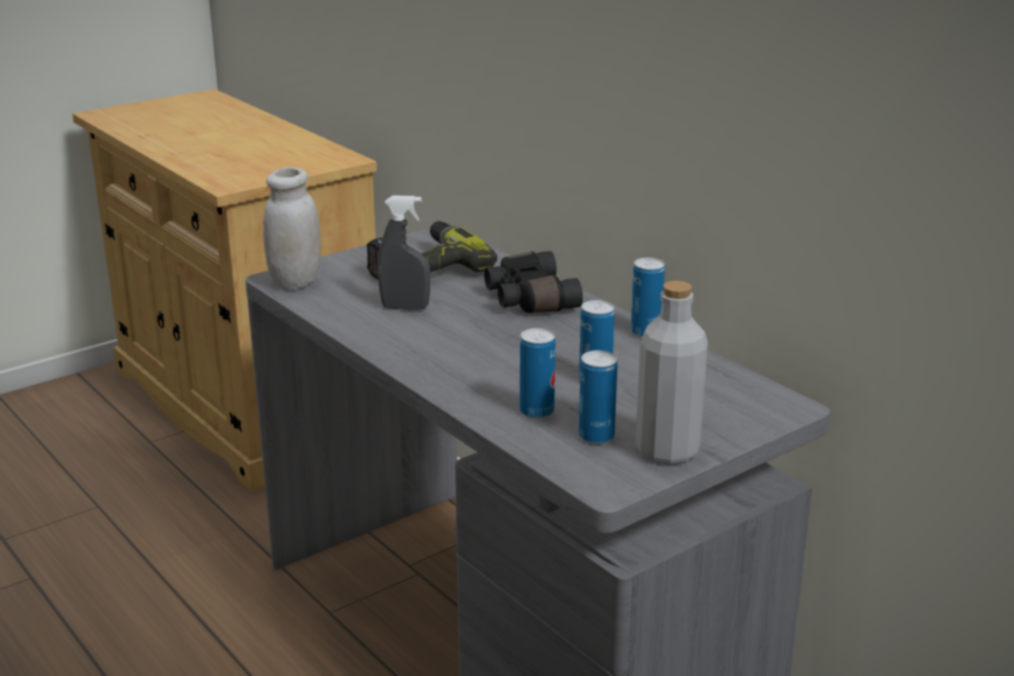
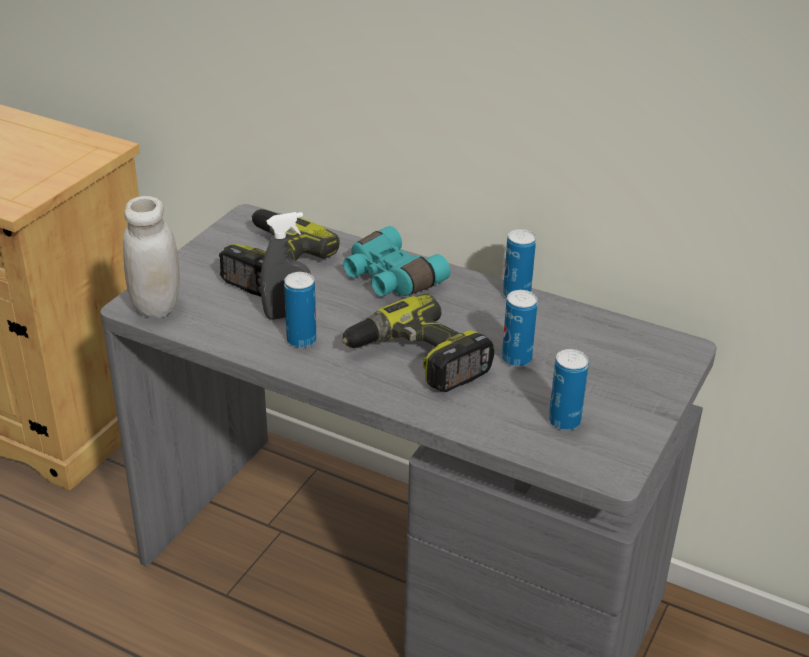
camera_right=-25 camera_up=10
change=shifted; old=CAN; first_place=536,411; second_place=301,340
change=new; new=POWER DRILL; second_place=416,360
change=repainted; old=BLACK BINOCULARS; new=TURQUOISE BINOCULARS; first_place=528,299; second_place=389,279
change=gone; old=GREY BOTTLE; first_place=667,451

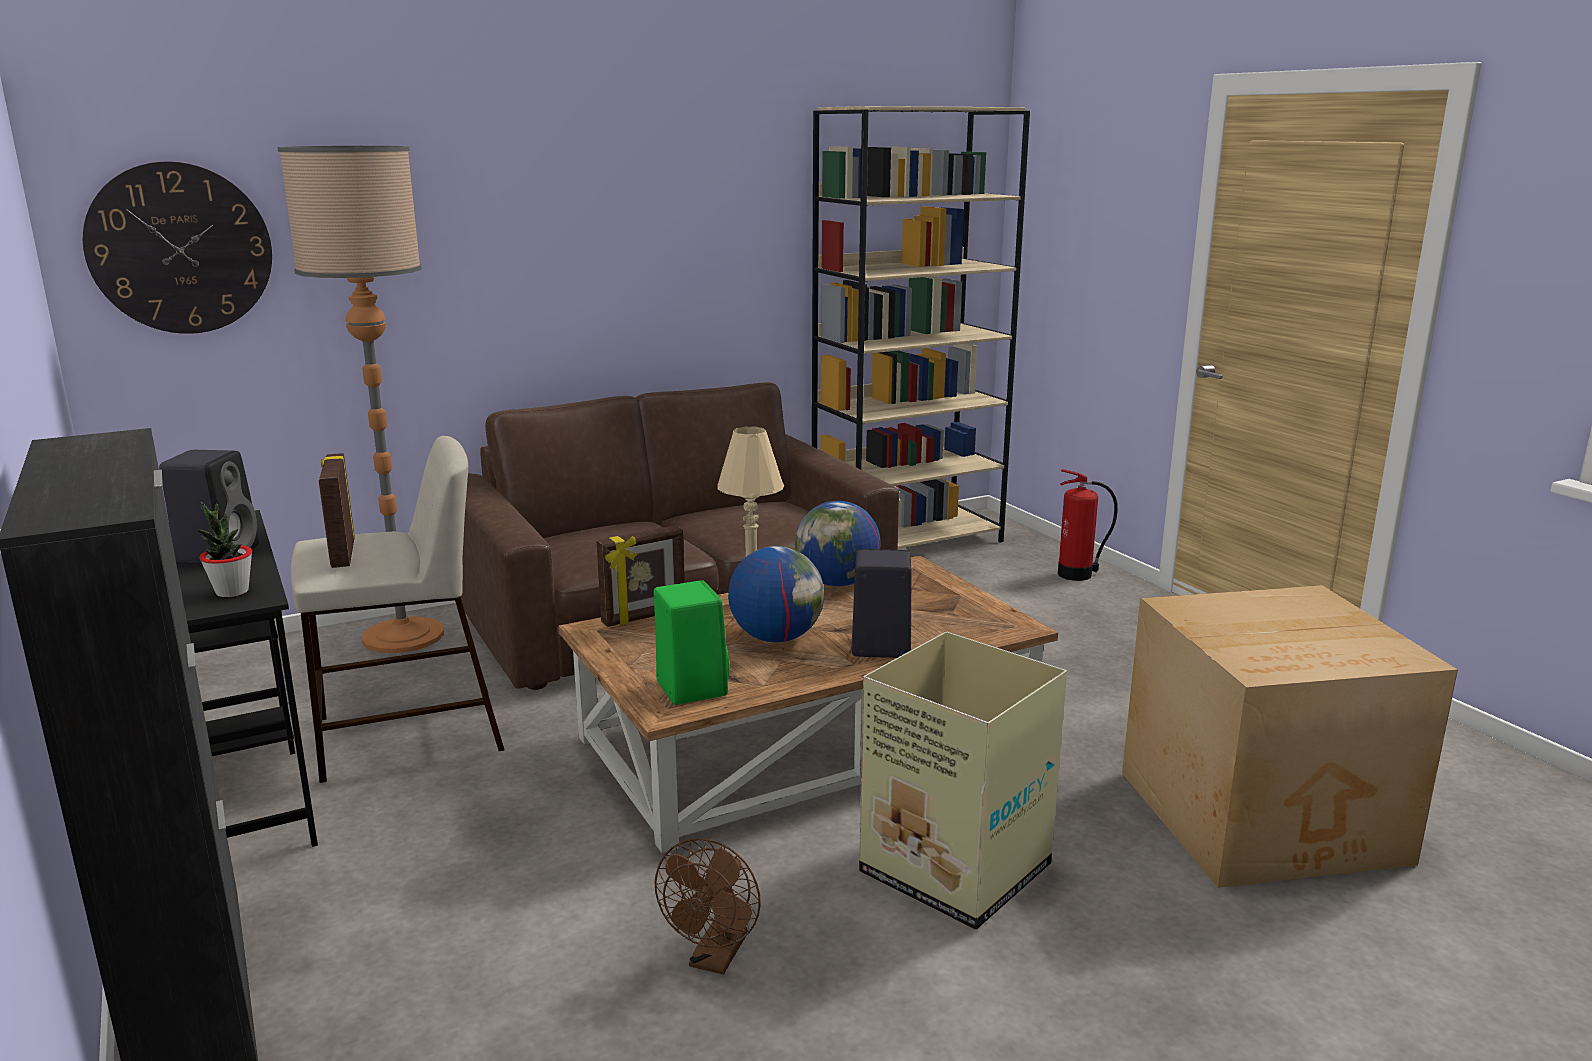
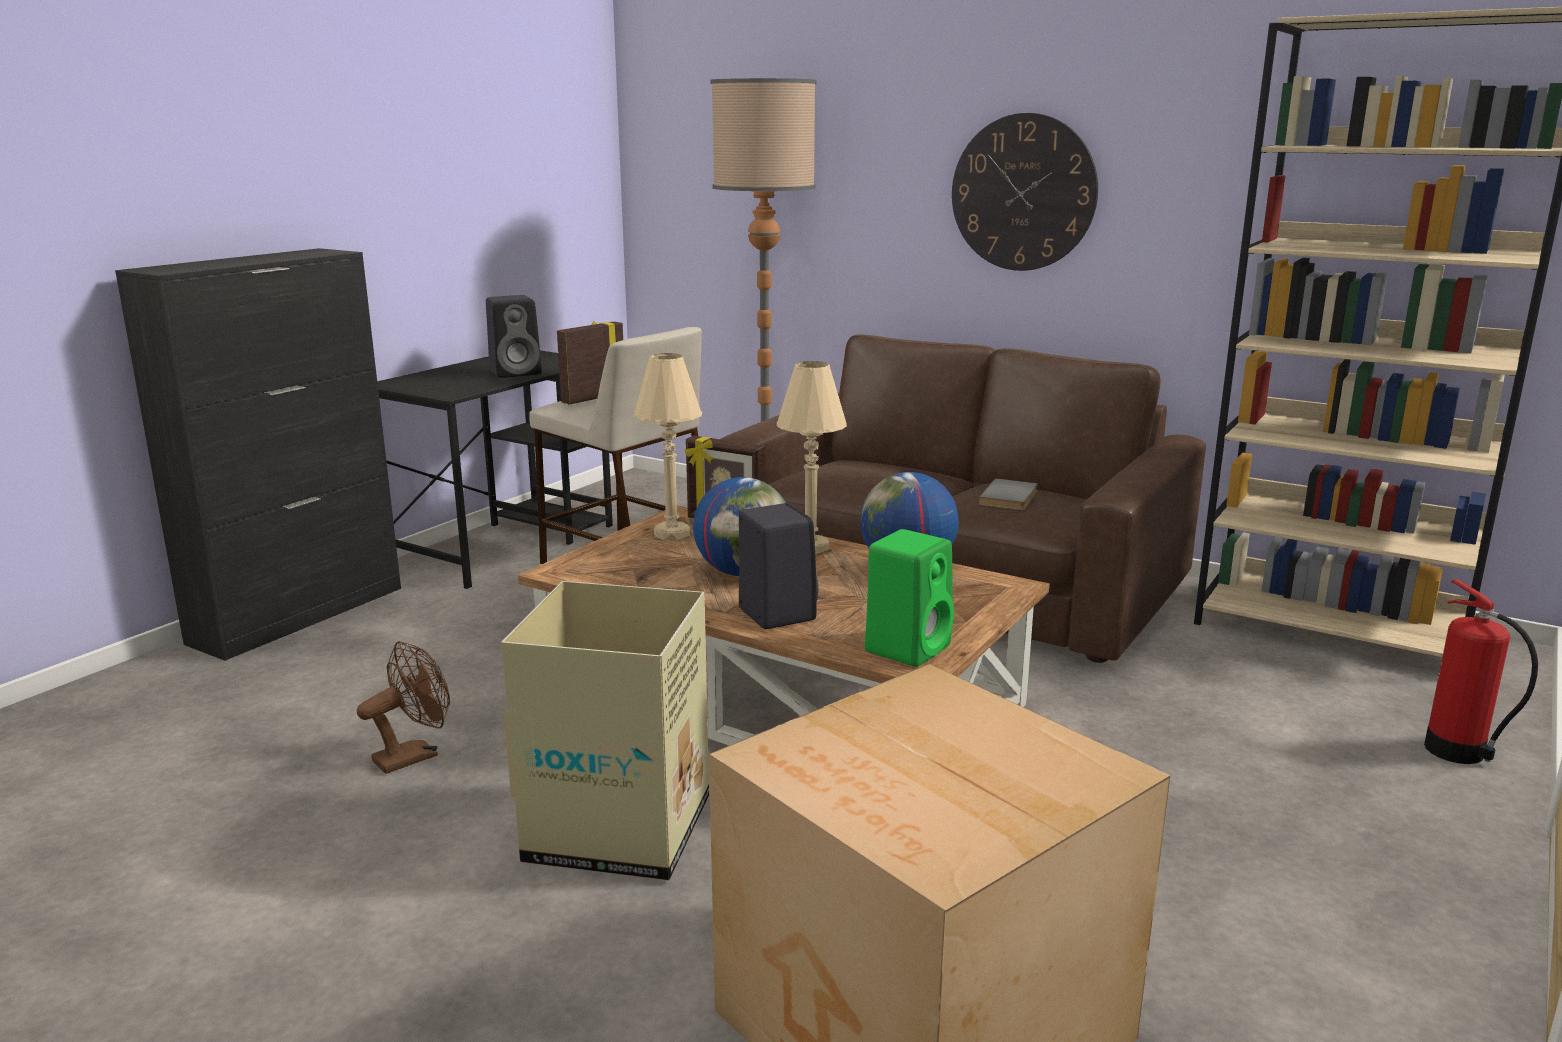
camera_right=60 camera_up=0
change=rotated; old=BROWN FAN; first_place=715,959; second_place=414,755; degrees=150
change=new; new=BEIGE TABLE LAMP; second_place=672,534
change=shifted; old=GREEN SPEAKER; first_place=690,687; second_place=908,647
change=shifted; old=WALL CLOCK; first_place=180,249; second_place=1023,193
change=new; new=GREY BOOK; second_place=1011,498
change=gone; old=POTTED PLANT; first_place=232,592

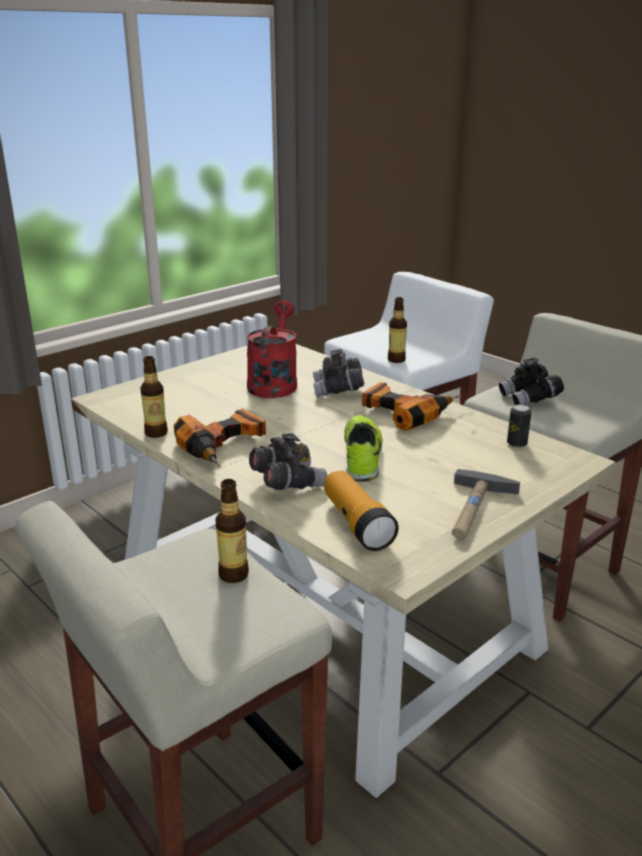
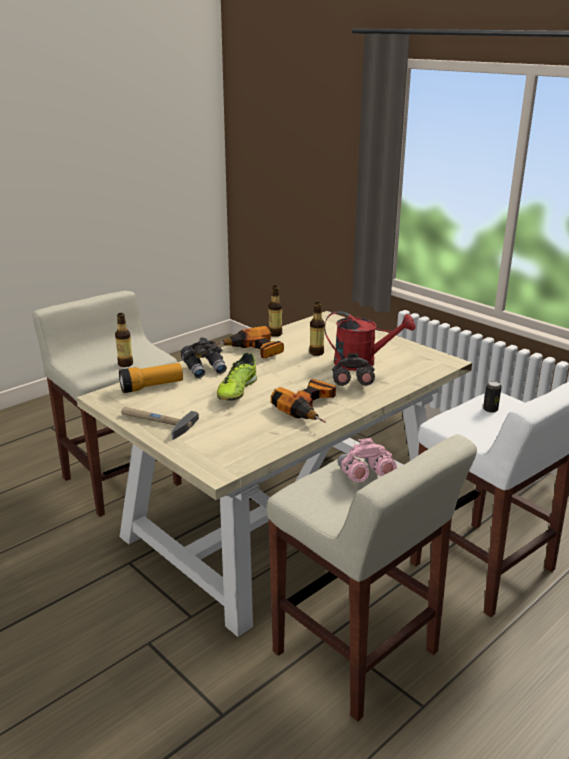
camera_right=90 camera_up=0
change=rotated; old=SHOE; first_place=362,456; second_place=237,390; degrees=105
change=shifted; old=BOTTLE; first_place=396,360; second_place=316,353
change=repainted; old=BLACK BINOCULARS; new=PINK BINOCULARS; first_place=529,399; second_place=364,476
change=shifted; old=CAN; first_place=517,443; second_place=490,409

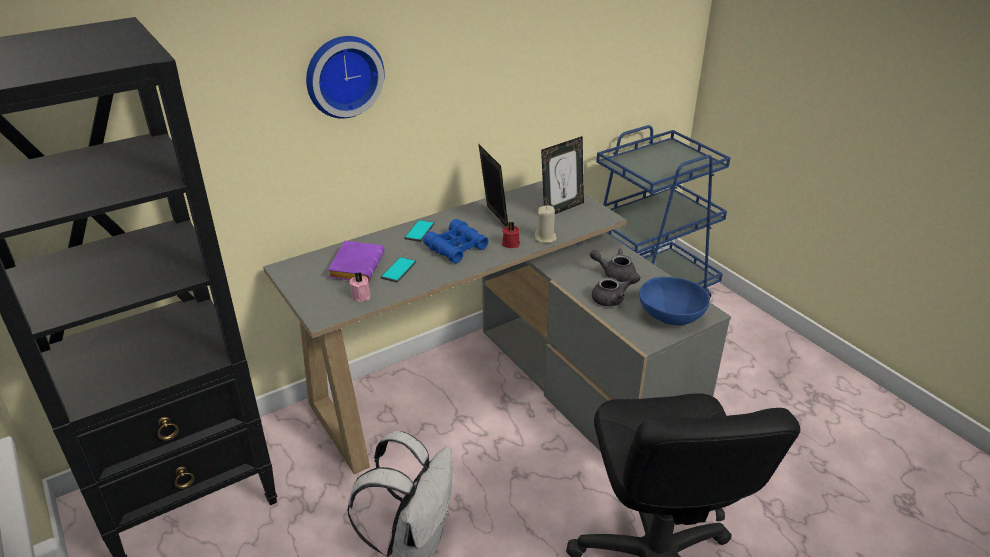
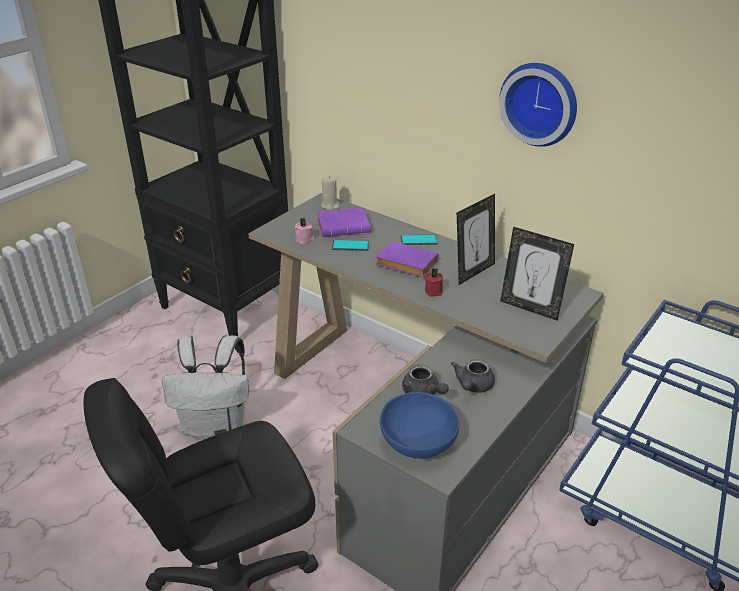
camera_right=70 camera_up=0
change=shifted; old=BEIGE CANDLE; first_place=545,238; second_place=330,205
change=swapped; old=BLUE BINOCULARS; new=PURPLE BOOK; first_place=456,248; second_place=404,264
change=rotated; old=GREY TEAPOT; first_place=614,274; second_place=472,386; degrees=-150
change=shifted; old=WALL CLOCK; first_place=343,75; second_place=540,103

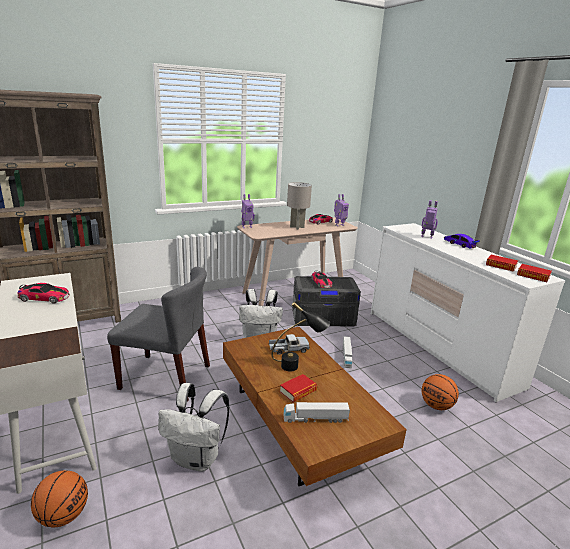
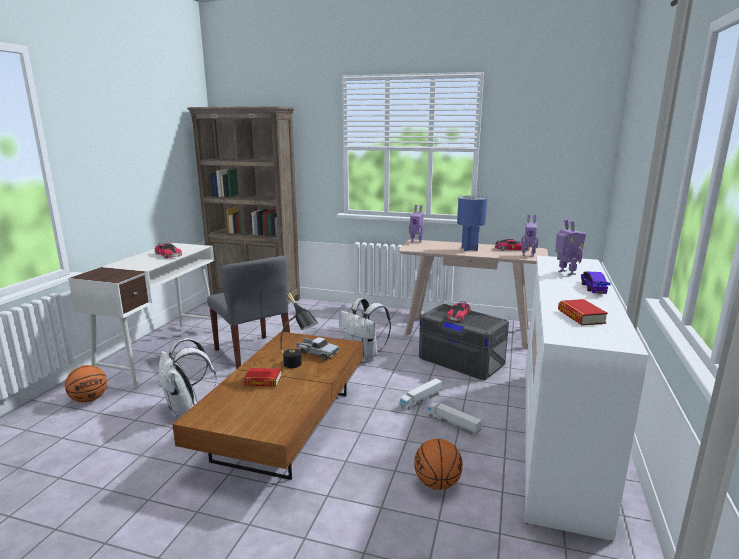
camera_right=45 camera_up=-5
change=shifted; old=TOY TRUCK; first_place=315,419; second_place=453,424
change=repainted; old=GREY TABLE LAMP; new=BLUE TABLE LAMP; first_place=296,227; second_place=469,249
change=gone; old=BOOK; first_place=533,276

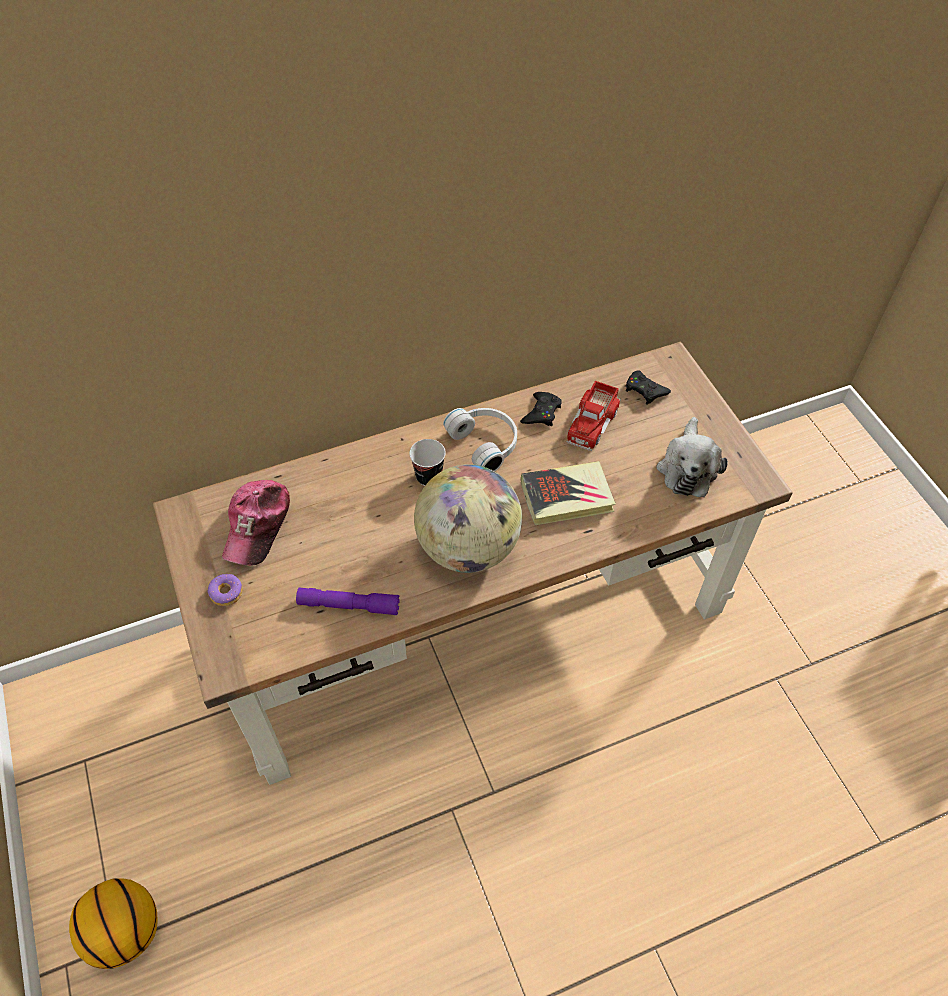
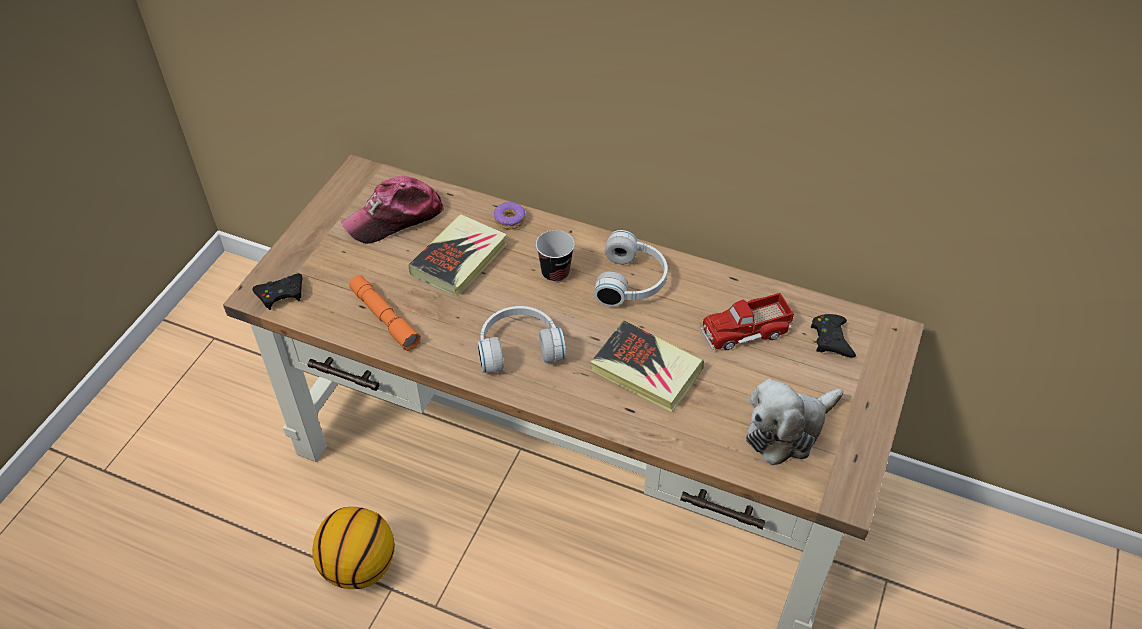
camera_right=45 camera_up=-5
change=shifted; old=BLACK GAME CONTROLLER; first_place=541,413; second_place=281,294
change=shifted; old=BASKETBALL; first_place=125,932; second_place=359,566
change=repainted; old=PURPLE FLASHLIGHT; new=ORANGE FLASHLIGHT; first_place=348,605; second_place=384,318
change=new; new=BOOK; second_place=459,259
change=swapped; old=GLOBE; new=WHITE HEADPHONES; first_place=468,547; second_place=519,346
change=shifted; old=DONUT; first_place=226,593; second_place=510,220

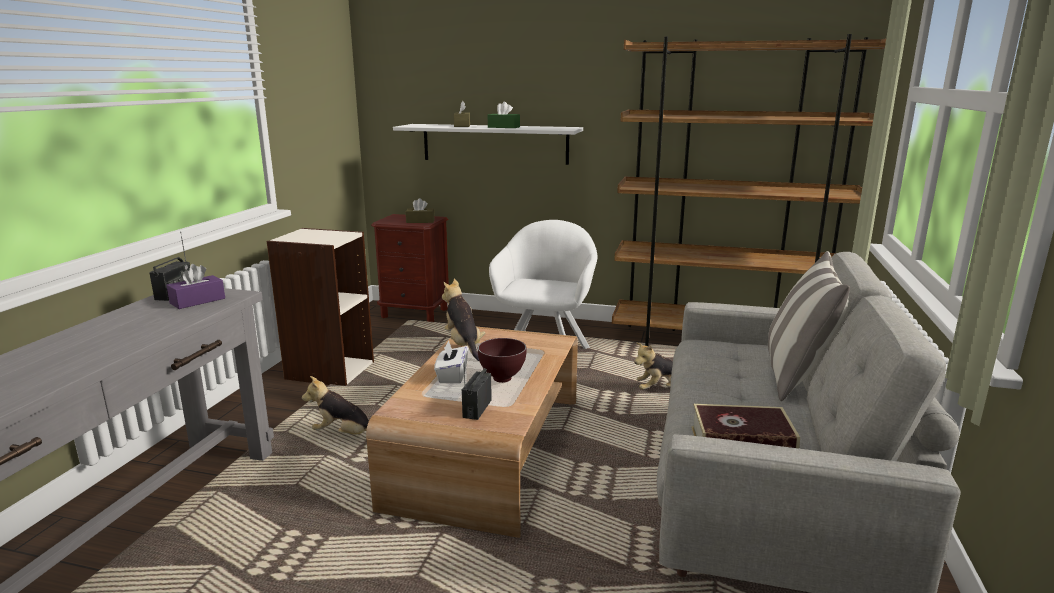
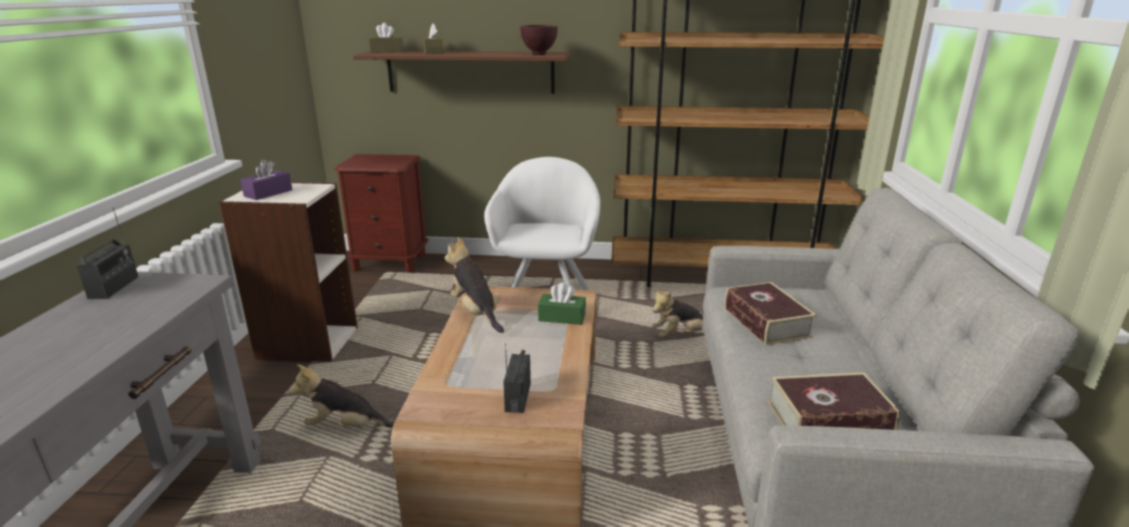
camera_right=-10 camera_up=5
change=shifted; old=PURPLE TISSUE BOX; first_place=197,301; second_place=268,193
change=repainted; old=WHITE SHELF; new=BROWN SHELF; first_place=494,143; second_place=470,72
change=shifted; old=BROWN TISSUE BOX; first_place=420,221; second_place=387,51
change=shifted; old=BROWN BOWL; first_place=502,380; second_place=539,54
change=shifted; old=GREEN TISSUE BOX; first_place=503,127; second_place=562,317
change=new; new=BOOK; second_place=766,322
change=gone; old=WHITE TISSUE BOX; first_place=452,376
change=gone; old=PILLOW; first_place=797,376

